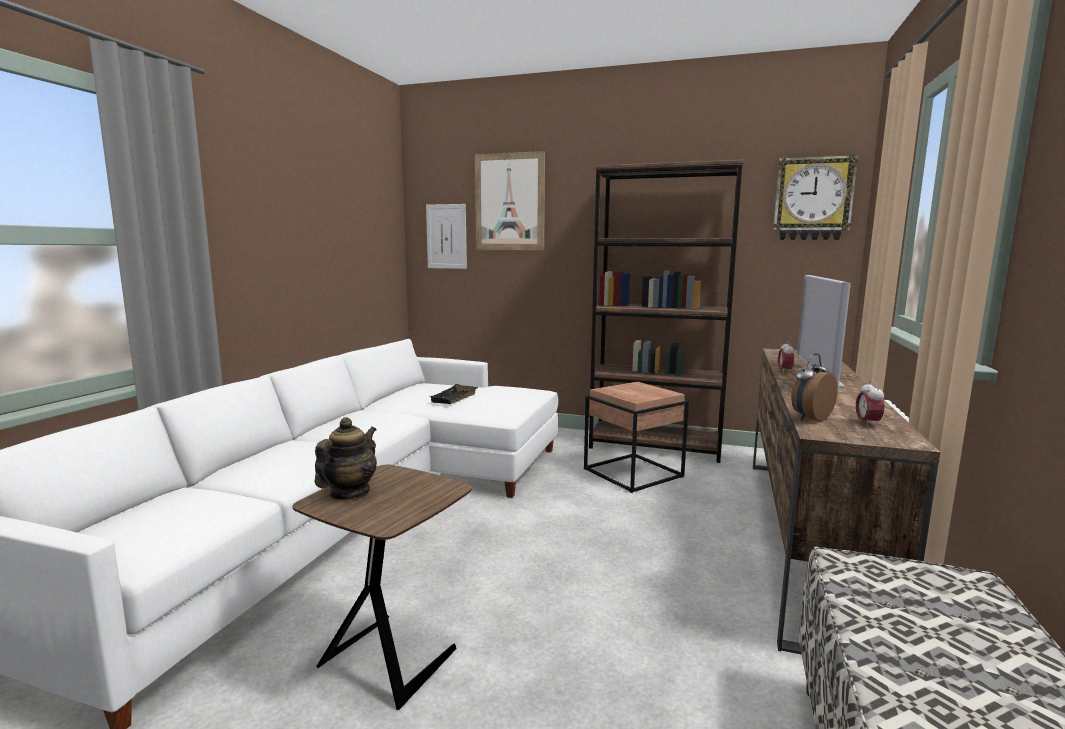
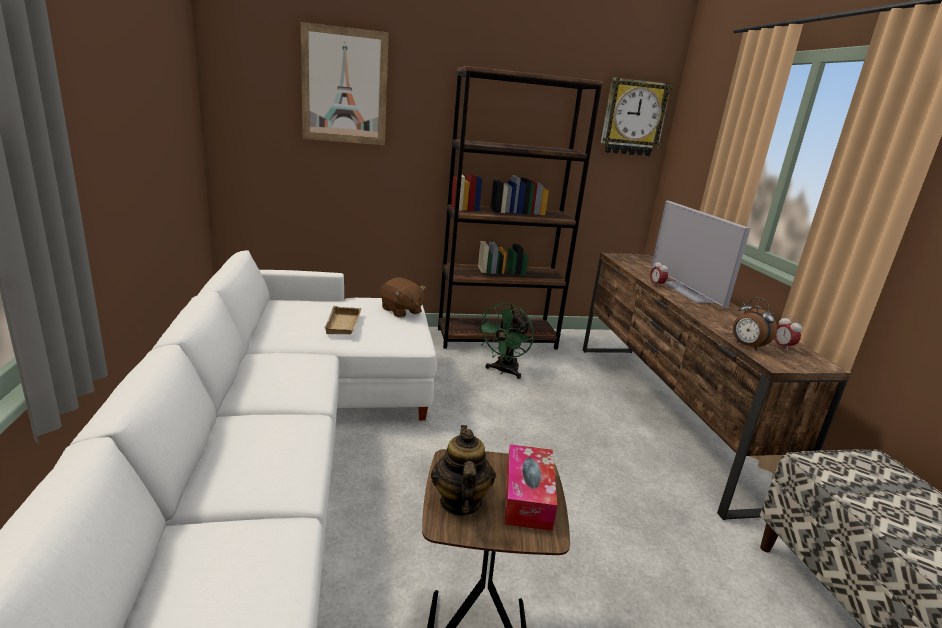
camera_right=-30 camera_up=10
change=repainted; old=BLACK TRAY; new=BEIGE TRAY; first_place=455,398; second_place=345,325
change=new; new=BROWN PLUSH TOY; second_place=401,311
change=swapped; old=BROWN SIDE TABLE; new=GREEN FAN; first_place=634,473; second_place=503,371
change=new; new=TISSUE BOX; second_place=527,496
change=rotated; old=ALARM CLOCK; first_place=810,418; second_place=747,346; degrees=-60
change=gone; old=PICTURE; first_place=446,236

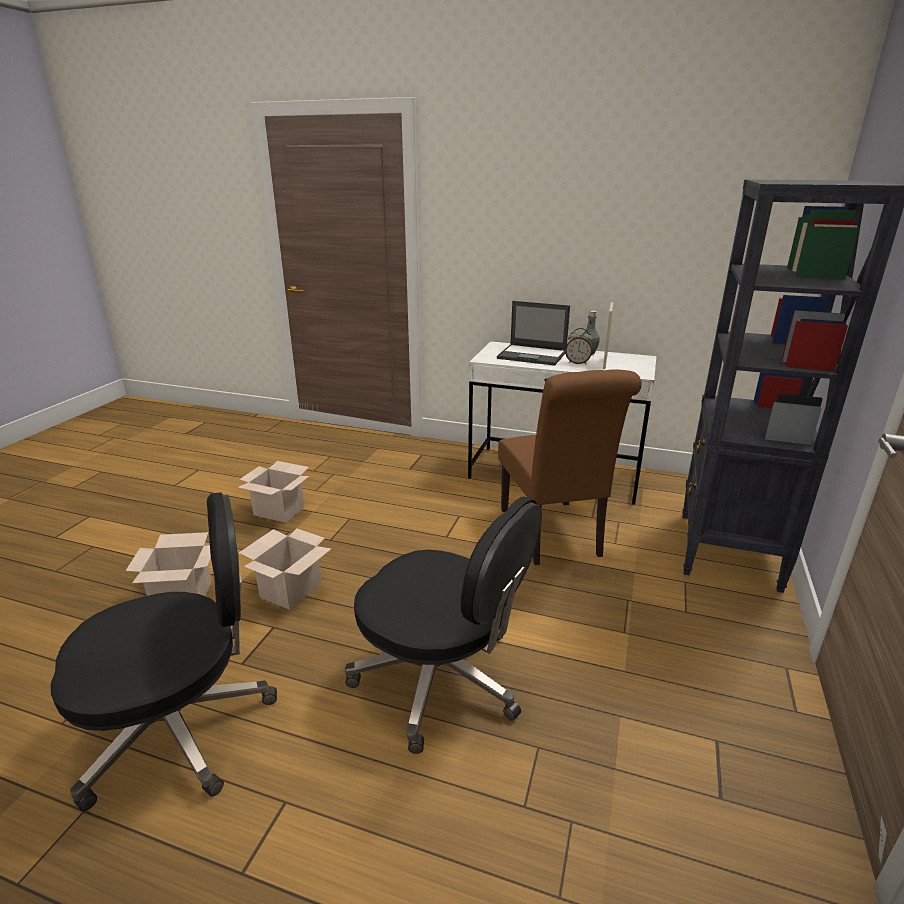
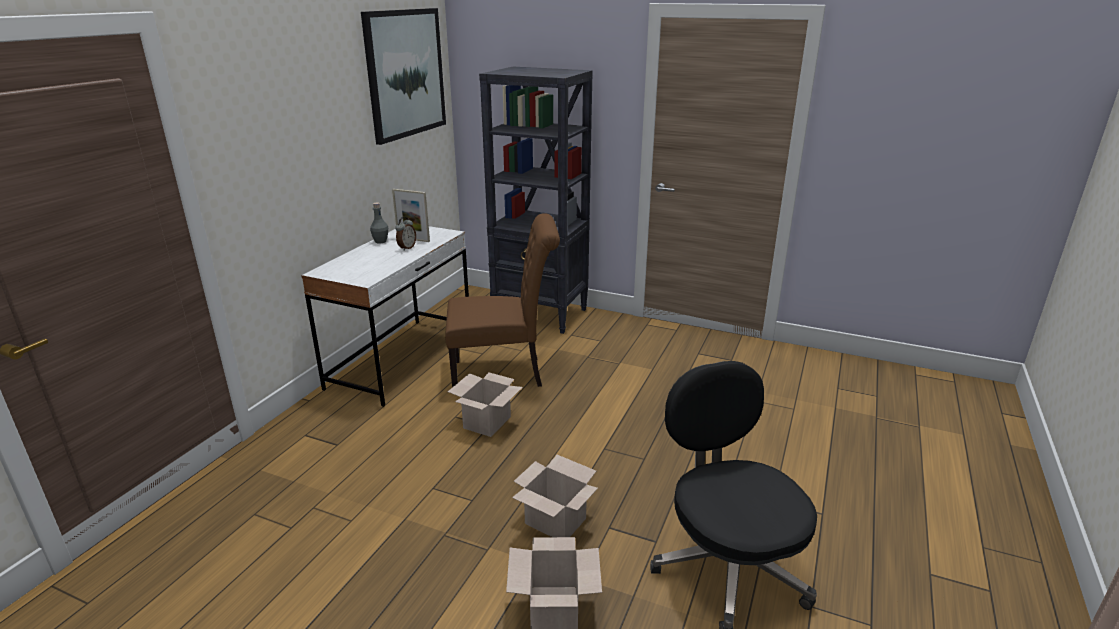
camera_right=-85 camera_up=0
change=new; new=PICTURE; second_place=405,73
change=shifted; old=CARDBOARD BOX; first_place=280,510; second_place=487,421
change=gone; old=BLACK OFFICE CHAIR; first_place=441,680
change=gone; old=LAPTOP; first_place=533,355

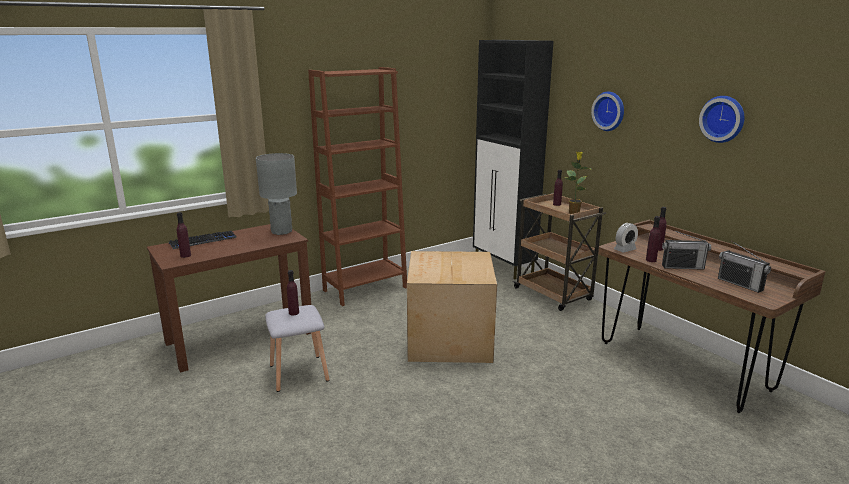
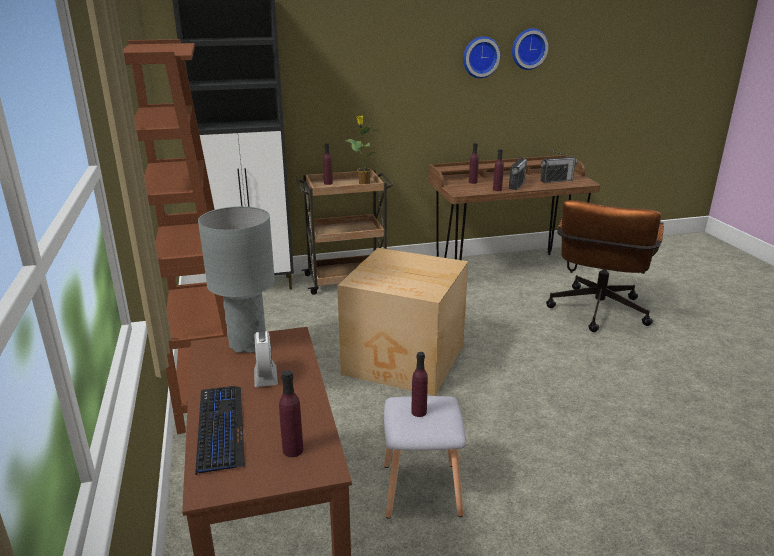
camera_right=-70 camera_up=5
change=shifted; old=ALARM CLOCK; first_place=625,249; second_place=265,377
change=shifted; old=WALL CLOCK; first_place=610,111; second_place=528,49
change=new; new=BROWN OFFICE CHAIR; second_place=596,314

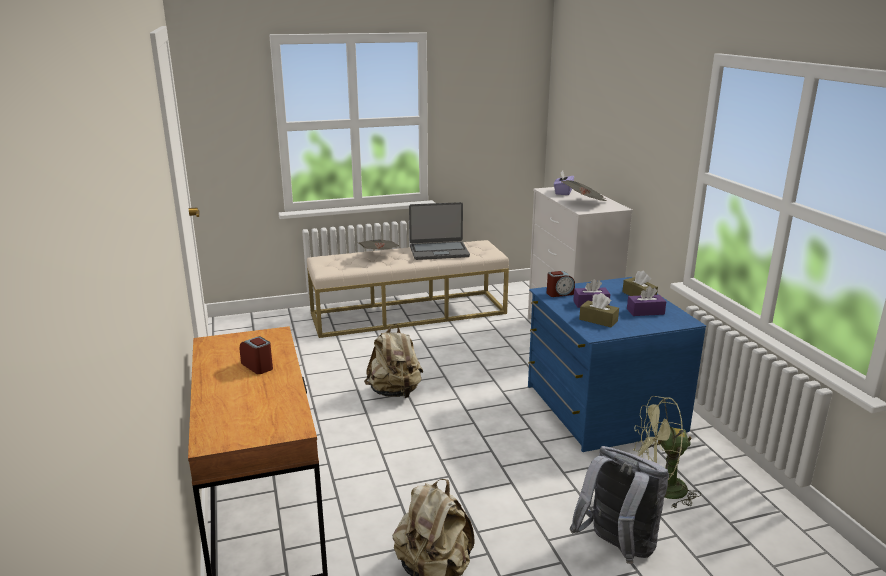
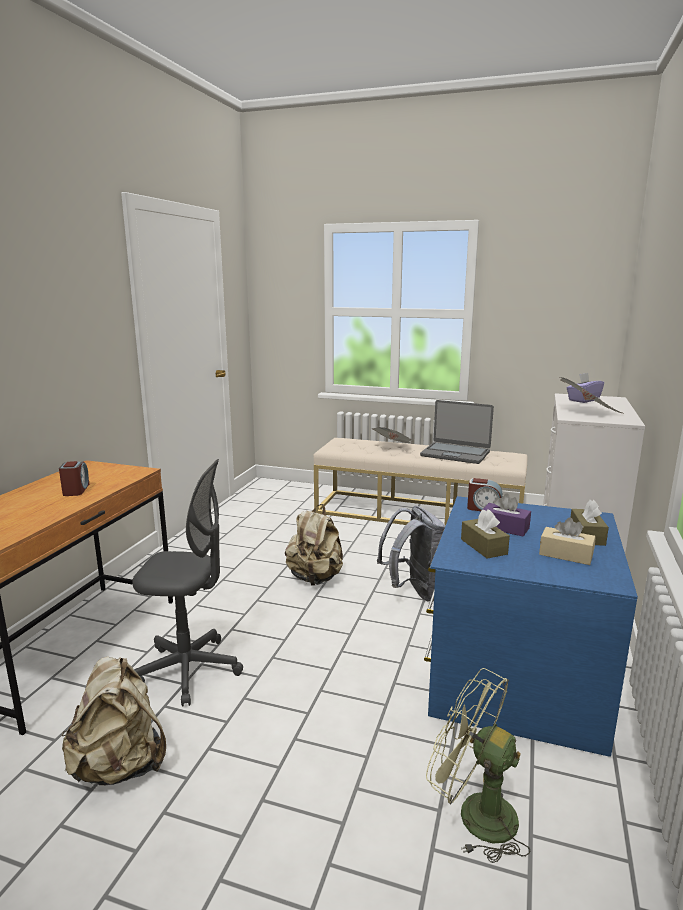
camera_right=35 camera_up=-5
change=new; new=GREY OFFICE CHAIR; second_place=189,670
change=shifted; old=GREY BACKPACK; first_place=617,548; second_place=416,592
change=repainted; old=PURPLE TISSUE BOX; new=BEIGE TISSUE BOX; first_place=645,311; second_place=566,554

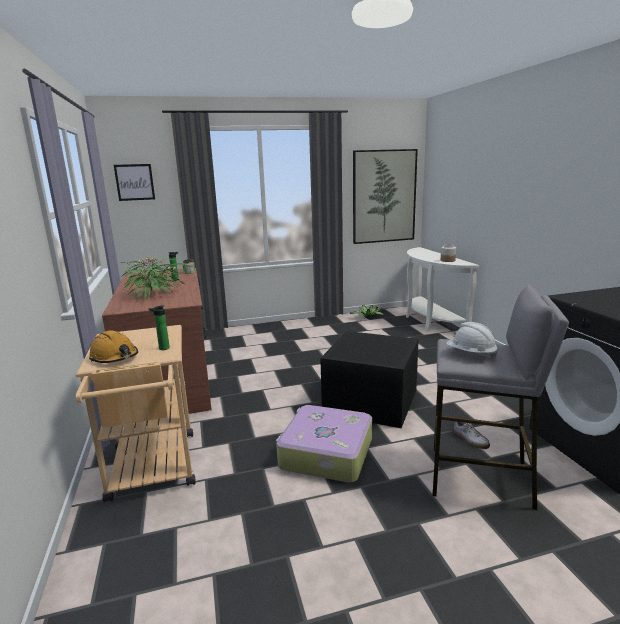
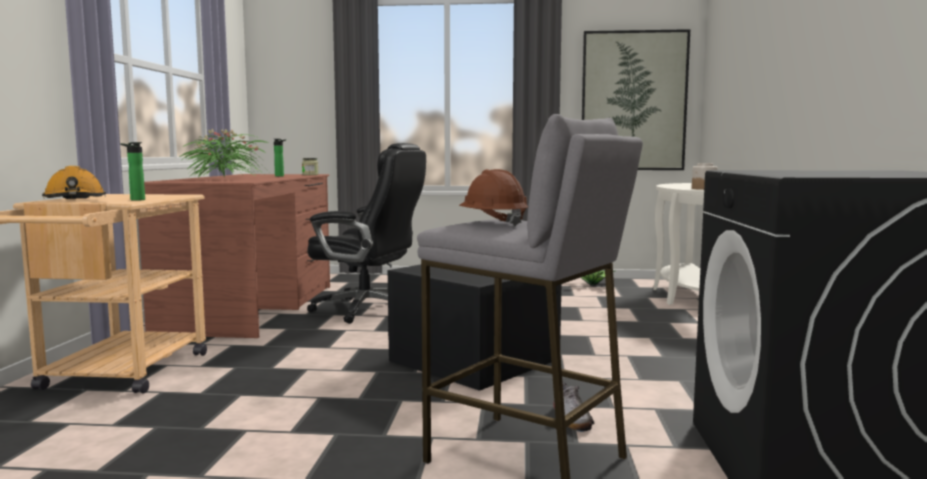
camera_right=20 camera_up=-10
change=new; new=BLACK OFFICE CHAIR; second_place=368,310
change=repainted; old=WHITE HARD HAT; new=BROWN HARD HAT; first_place=470,354; second_place=493,223
change=gone; old=PICTURE; first_place=134,182
change=gone; old=SUITCASE; first_place=325,453

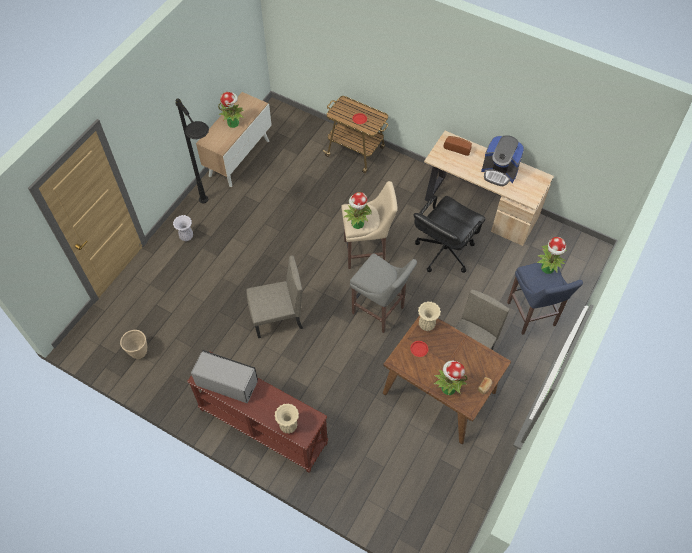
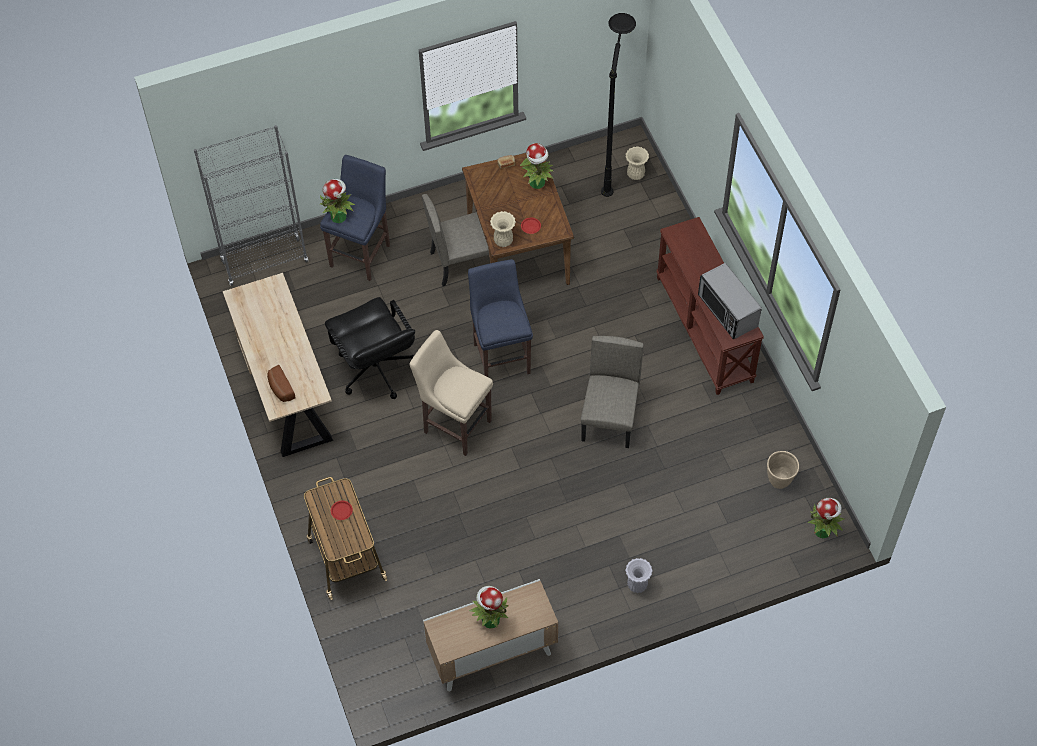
camera_right=-140 camera_up=0
change=new; new=GREY BOOKCASE; second_place=265,261
change=rotated; old=BLACK OFFICE CHAIR; first_place=443,251; second_place=376,370; degrees=75
change=repainted; old=GREY STOOL; new=BLUE STOOL; first_place=380,311; second_place=501,355
change=rotated; old=BEIGE CHAIR; first_place=277,318; second_place=610,420; degrees=75
change=shifted; old=BLACK FLOOR LAMP; first_place=215,221; second_place=613,161
change=shifted; old=BEIGE VASE; first_place=288,426; second_place=636,174
change=shifted; old=POTTED PLANT; first_place=357,224; second_place=823,530
change=gone; old=COFFEE MACHINE; first_place=499,172

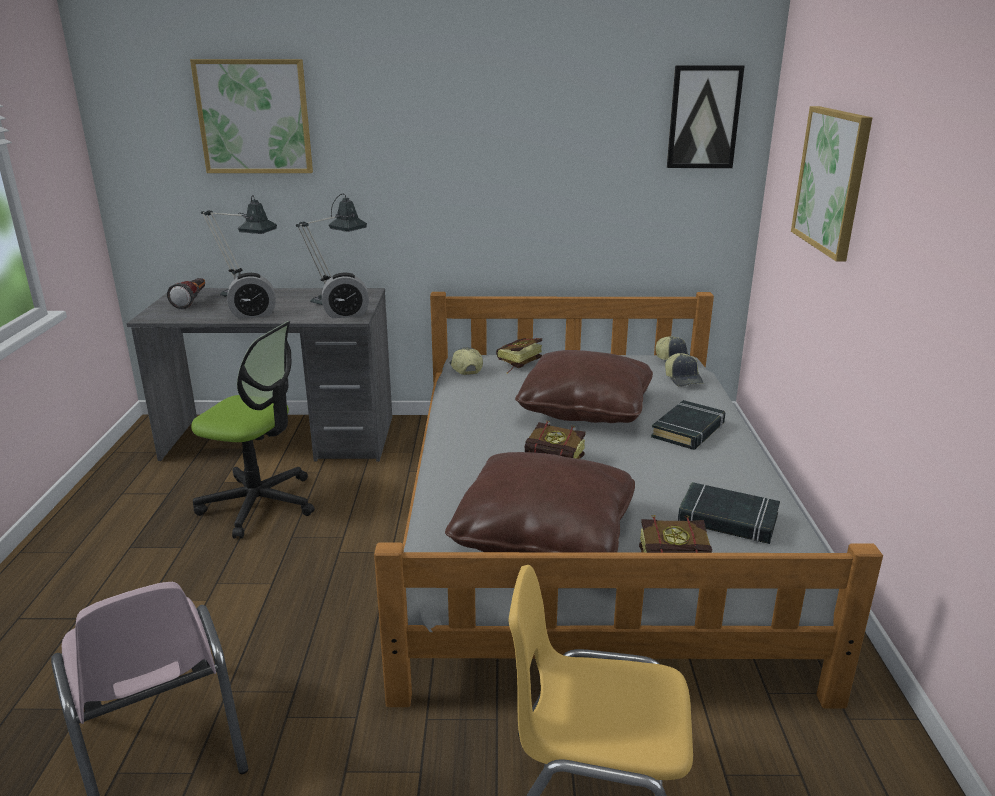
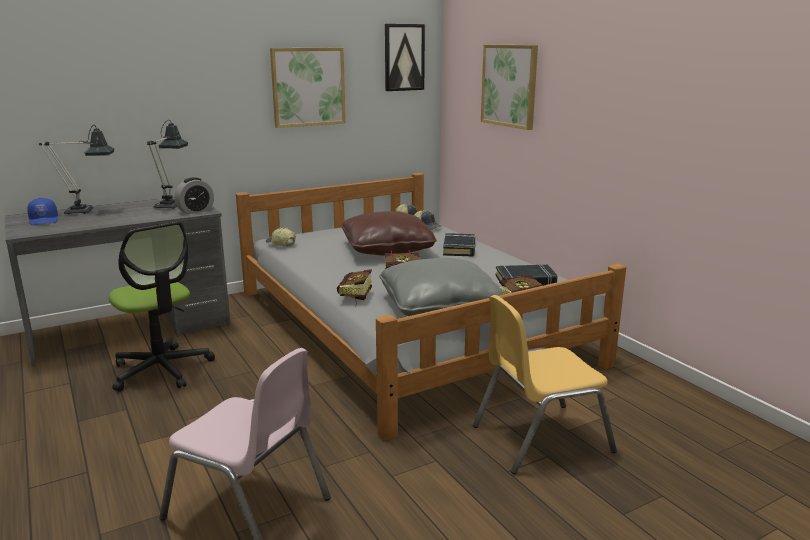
camera_right=-30 camera_up=-5
change=swapped; old=FLASHLIGHT; new=BLUE CAP; first_place=192,301; second_place=44,220
change=rotated; old=OFFICE CHAIR; first_place=259,504; second_place=161,370; degrees=60
change=shifted; old=PICTURE; first_place=254,117; second_place=308,87
change=shifted; old=BOOK; first_place=516,364; second_place=354,298
change=repainted; old=BROWN PILLOW; new=GREY PILLOW; first_place=543,535; second_place=439,308
change=gone; old=ALARM CLOCK; first_place=253,315

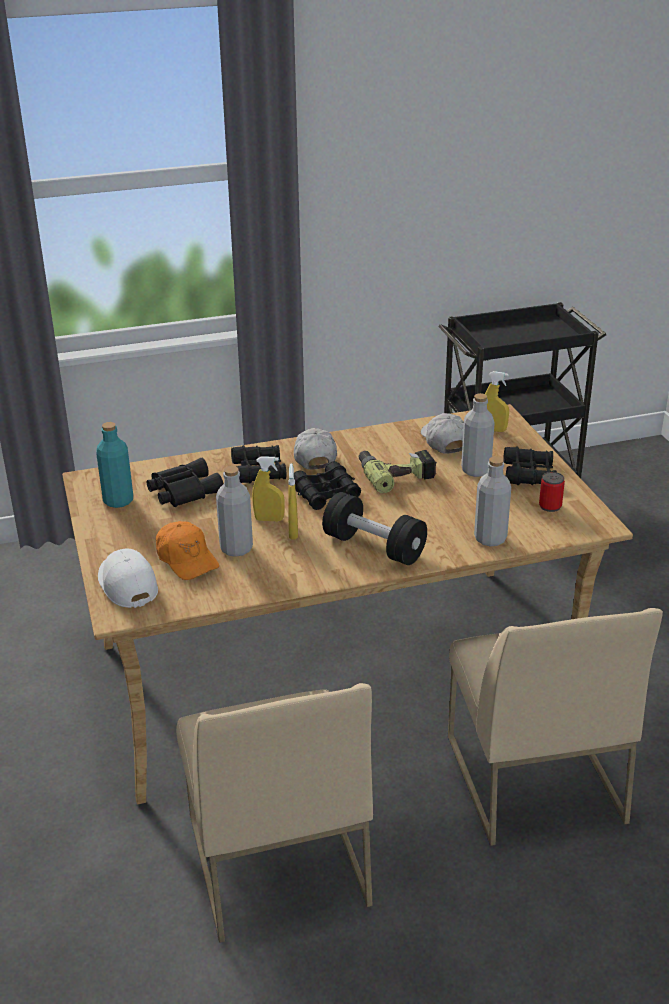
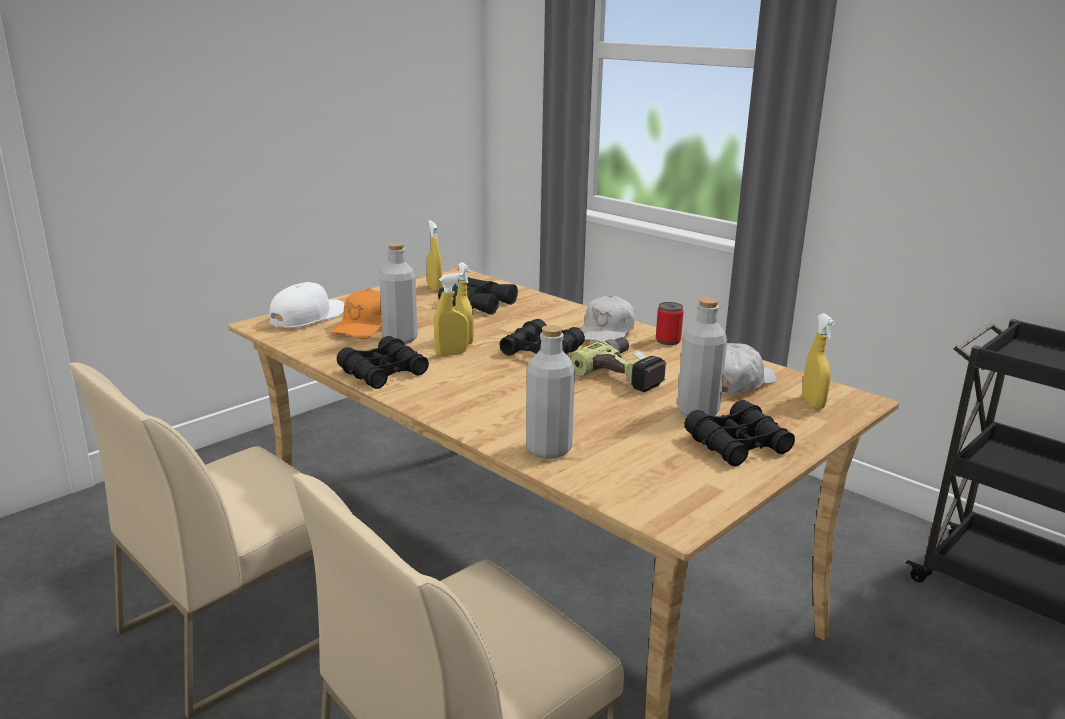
camera_right=60 camera_up=-10
change=shifted; old=BLACK BINOCULARS; first_place=259,471; second_place=383,373
change=swapped; old=TURQUOISE BOTTLE; new=YELLOW SPRAY BOTTLE; first_place=118,501; second_place=434,288
change=rotated; old=WHITE CAP; first_place=314,456; second_place=606,333; degrees=150
change=shifted; old=CAN; first_place=550,506; second_place=668,341
change=gone; old=BLACK DUMBBELL; first_place=374,547

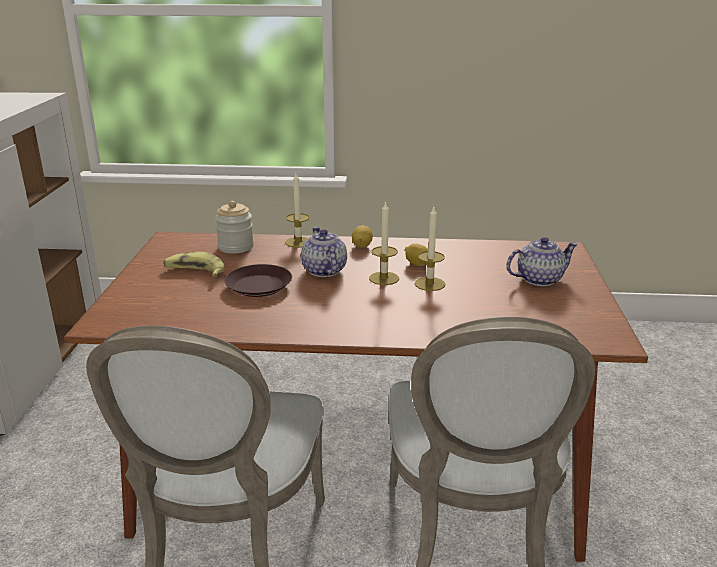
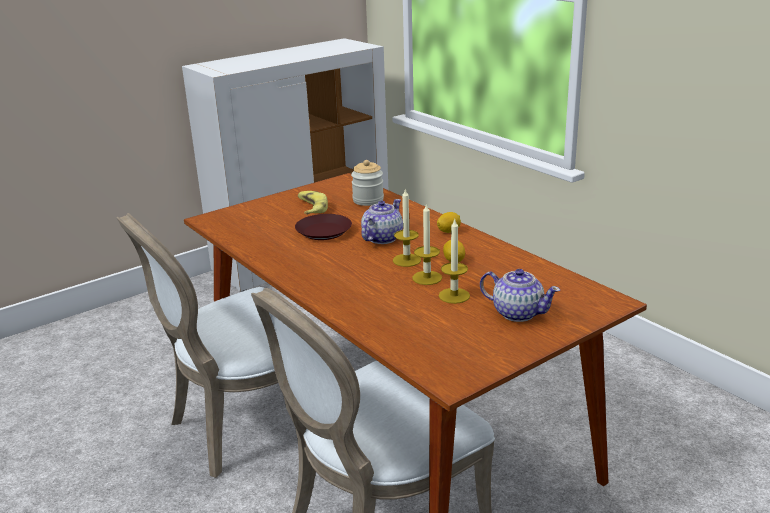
camera_right=50 camera_up=0
change=shifted; old=CANDLE; first_place=298,242; second_place=454,296

